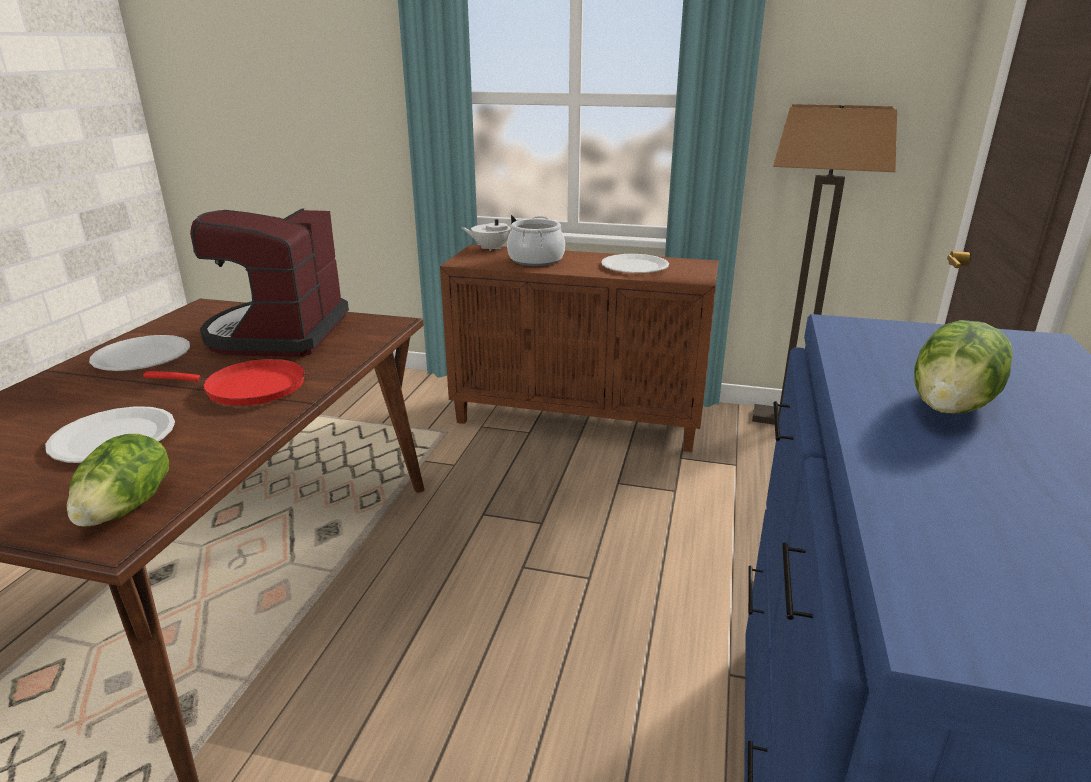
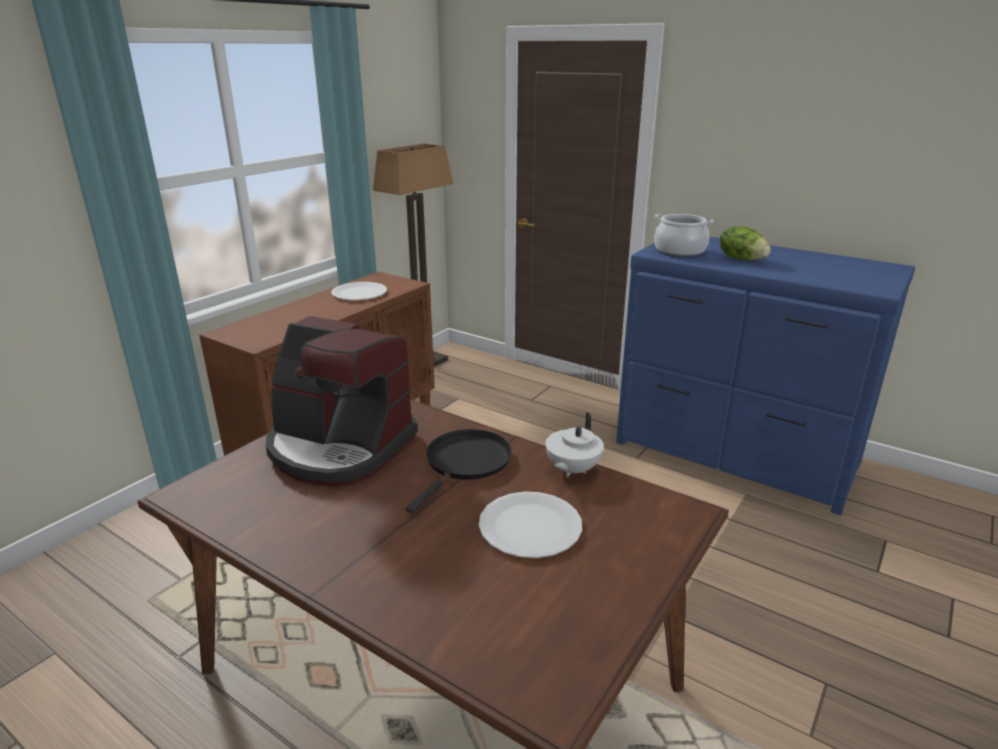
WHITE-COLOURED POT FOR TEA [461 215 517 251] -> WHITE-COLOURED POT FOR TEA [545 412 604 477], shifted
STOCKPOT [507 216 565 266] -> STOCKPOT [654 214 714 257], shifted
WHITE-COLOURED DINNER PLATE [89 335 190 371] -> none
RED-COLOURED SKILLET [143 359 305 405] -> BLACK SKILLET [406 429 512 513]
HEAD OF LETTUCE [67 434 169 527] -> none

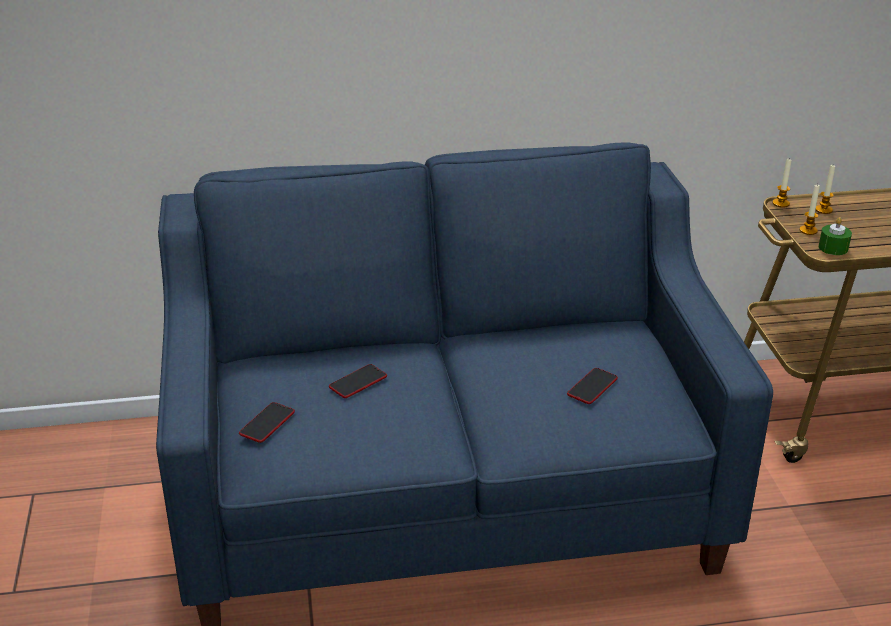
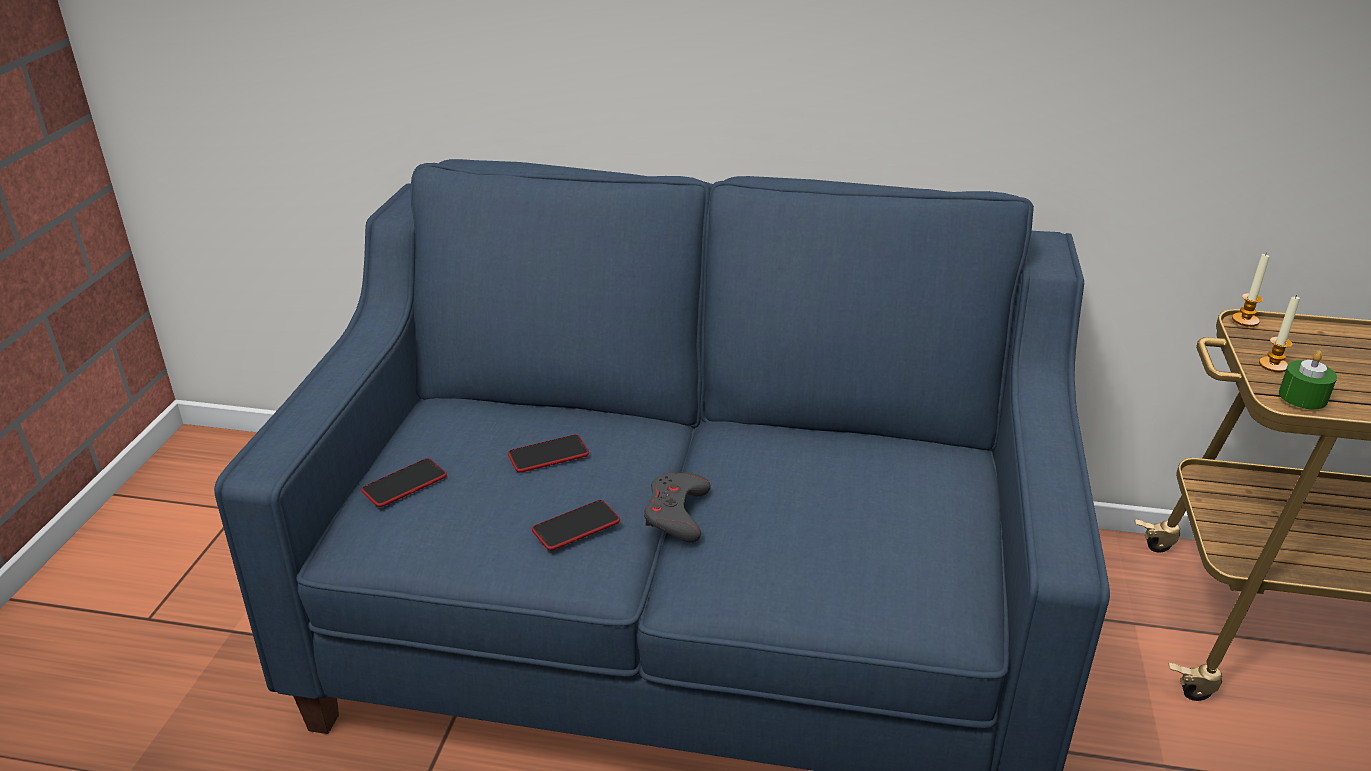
WAX CANDLE [815 165 835 214] -> none
HANDSET [567 368 618 404] -> HANDSET [532 500 620 550], shifted
none -> GREYISH GAMEPAD [644 473 711 542]

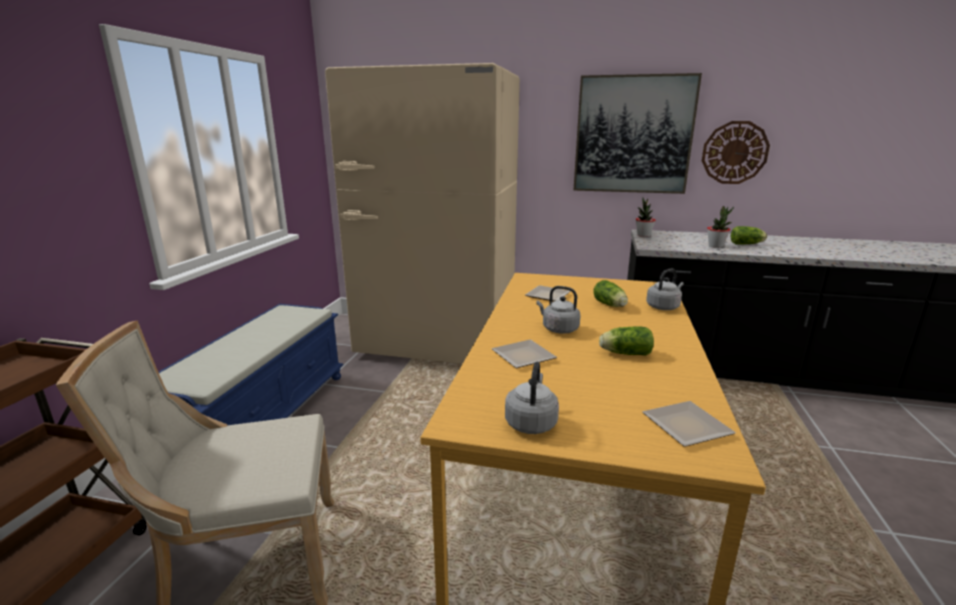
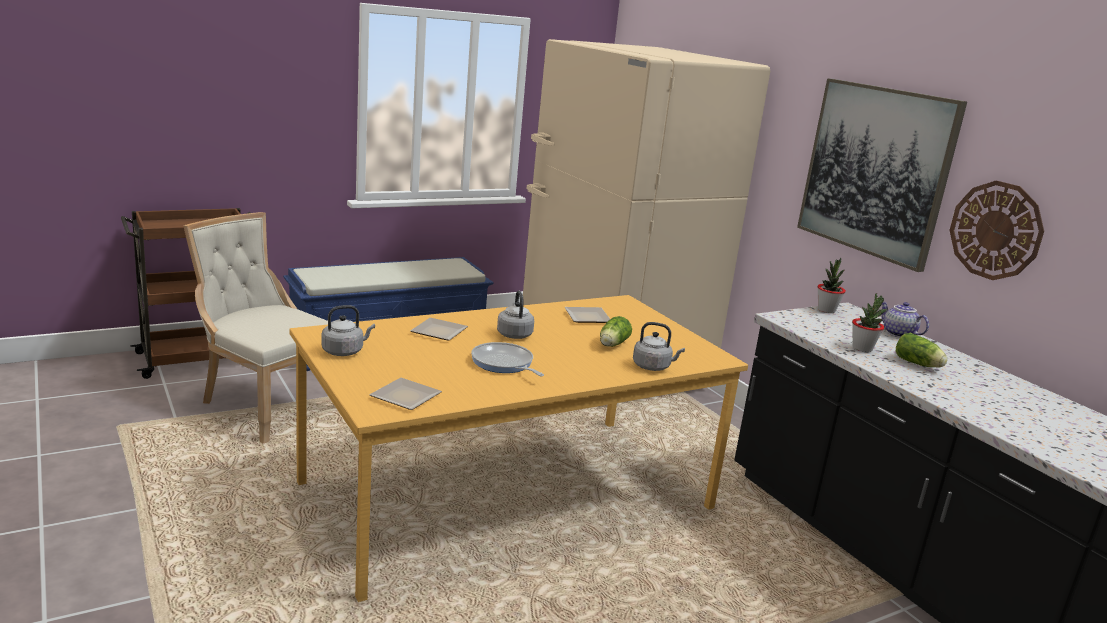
HEAD OF LETTUCE [599 326 654 356] -> SKILLET [471 342 544 376]
none -> POT FOR TEA [882 302 929 337]

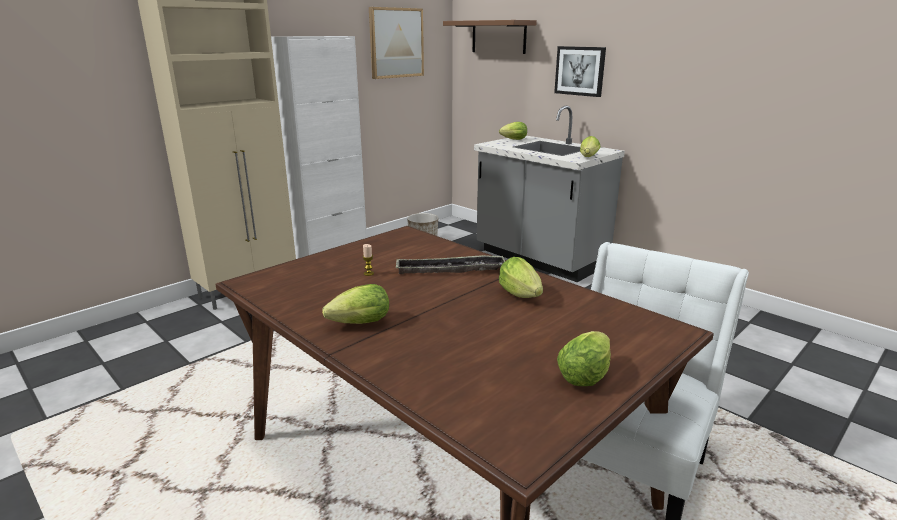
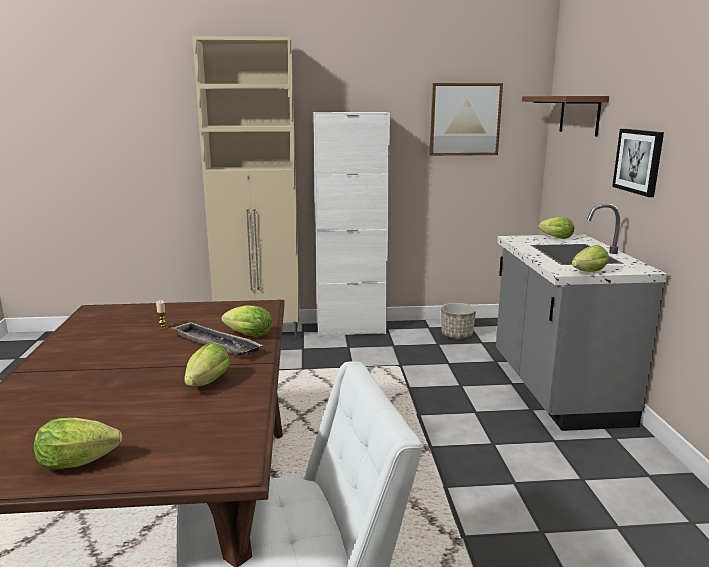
HEAD OF LETTUCE [322 284 389 324] -> HEAD OF LETTUCE [221 305 272 337], shifted

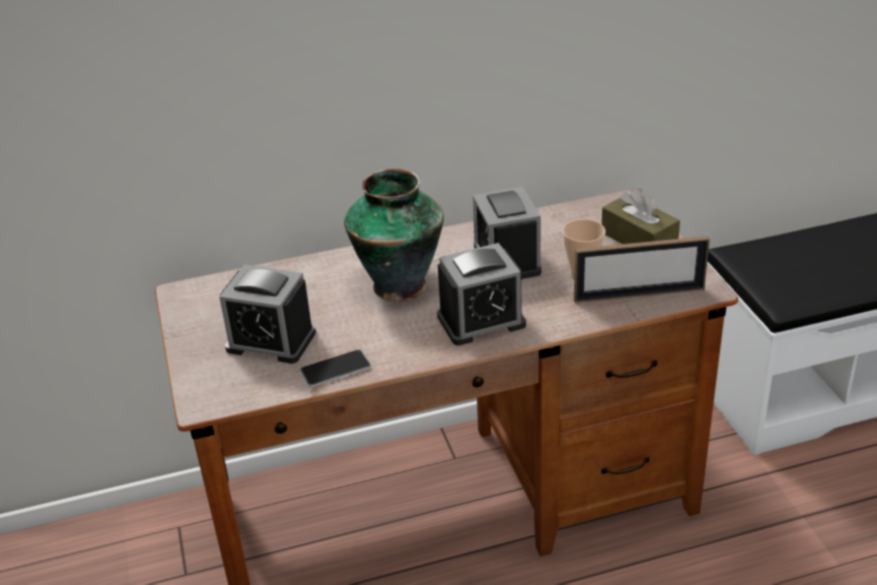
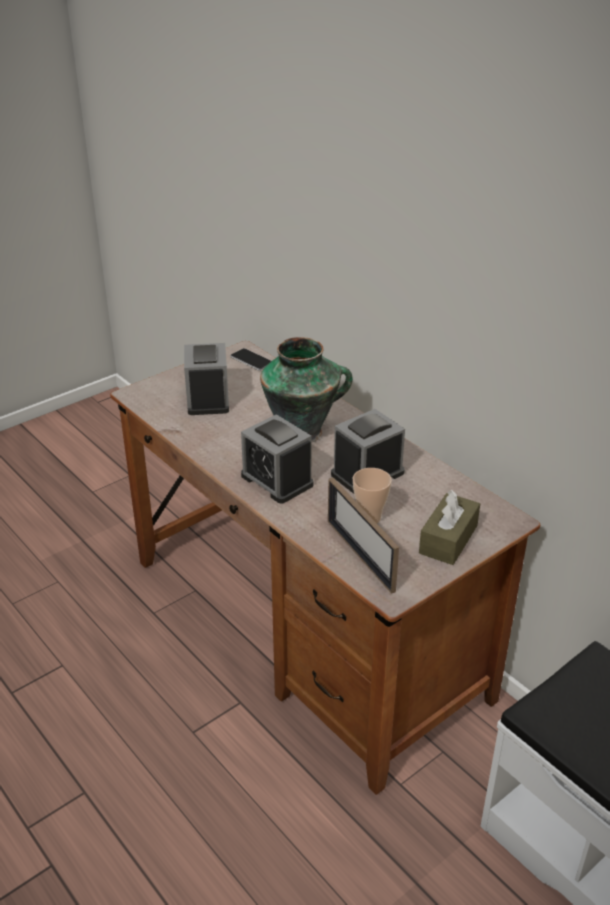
HANDSET [300 350 371 387] -> HANDSET [230 348 271 371], shifted

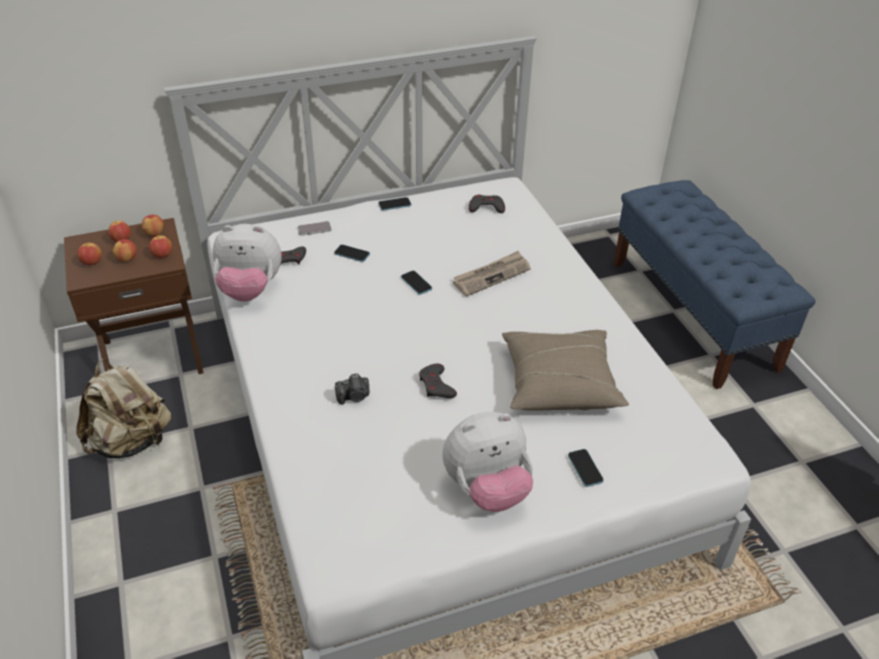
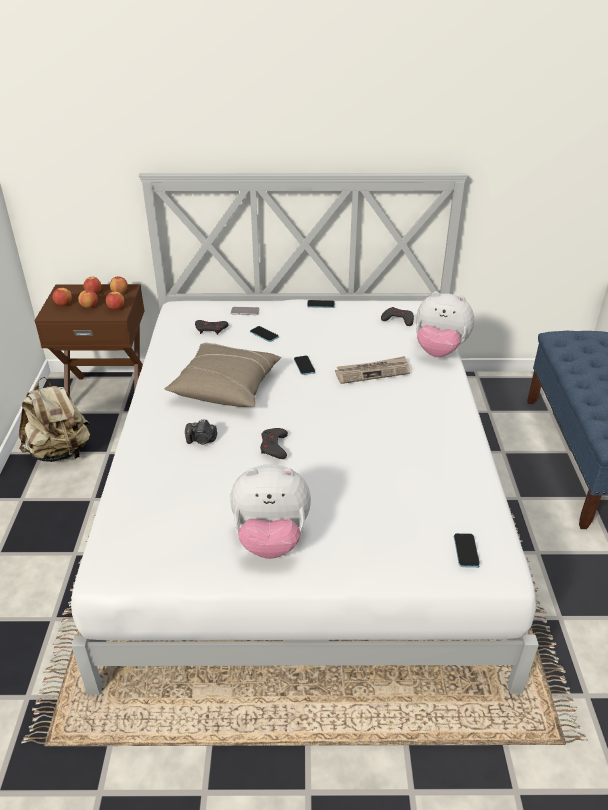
SOFT TOY [212 224 282 302] -> SOFT TOY [416 291 474 357], shifted
SAND-COLOURED PILLOW [502 330 629 411] -> SAND-COLOURED PILLOW [165 343 281 407], shifted
HANDSET [568 449 604 487] -> HANDSET [454 533 480 568], shifted

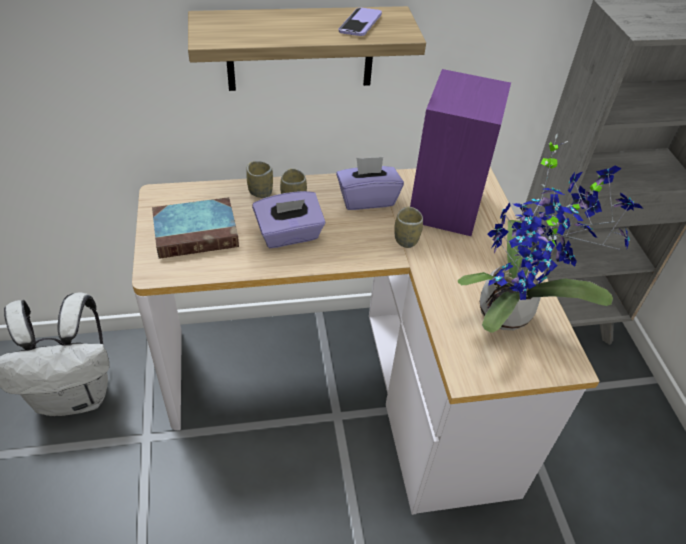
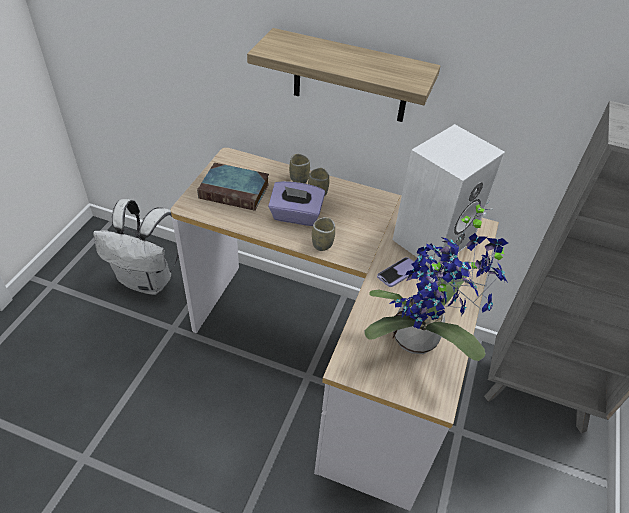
HANDSET [339 8 382 36] -> HANDSET [377 257 415 287], shifted
PURPLISH LOUDSPEAKER [410 69 511 236] -> WHITE-COLOURED LOUDSPEAKER [393 124 505 267]
PURPLISH BOX OF TISSUES [336 157 404 210] -> none
CUP [394 207 423 248] -> CUP [312 217 335 251], shifted

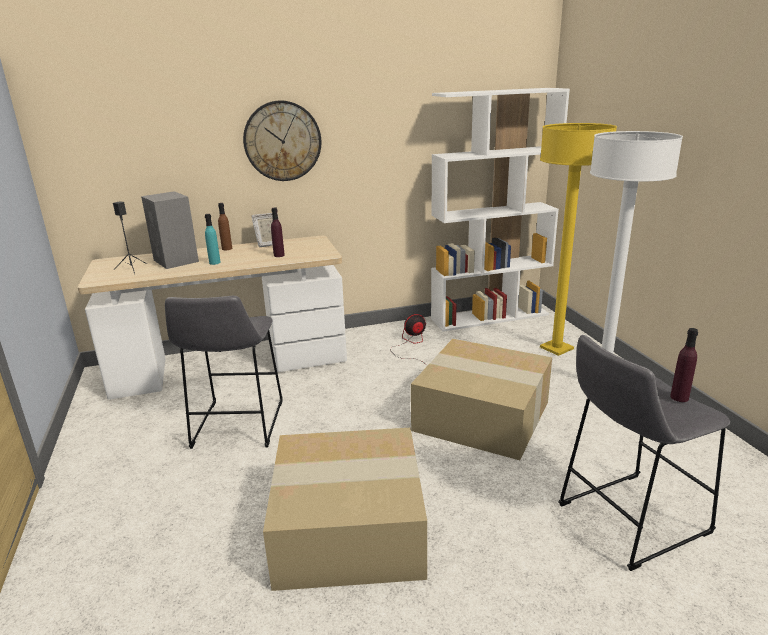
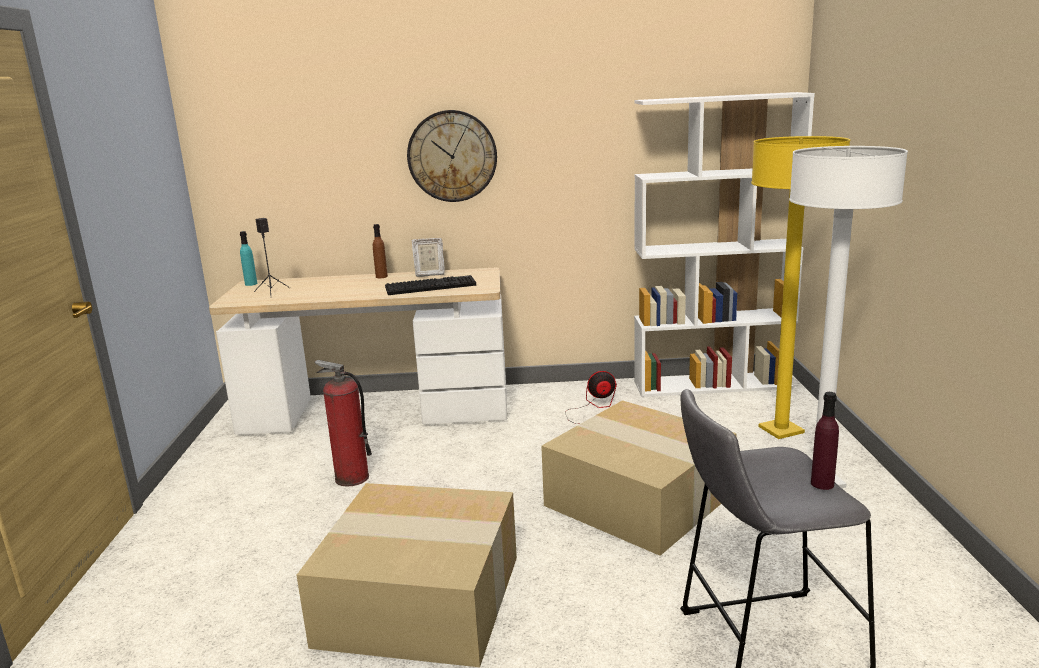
GREYISH LOUDSPEAKER [141 191 199 269] -> none
PURPLISH DRINK BOTTLE [271 208 285 257] -> COMPUTER KEYBOARD [385 275 476 295]
BLUE-GREEN DRINK BOTTLE [205 214 221 265] -> BLUE-GREEN DRINK BOTTLE [240 231 257 286], shifted
GREYISH STOOL [165 296 283 449] -> FIRE-FIGHTING CYLINDER [314 360 372 487]

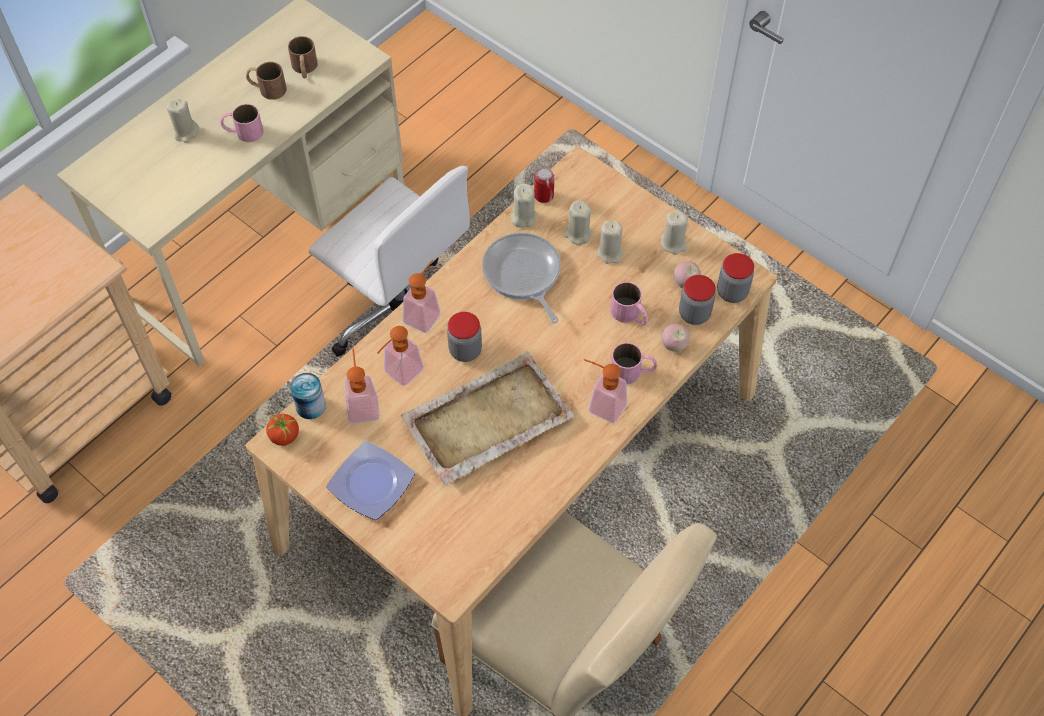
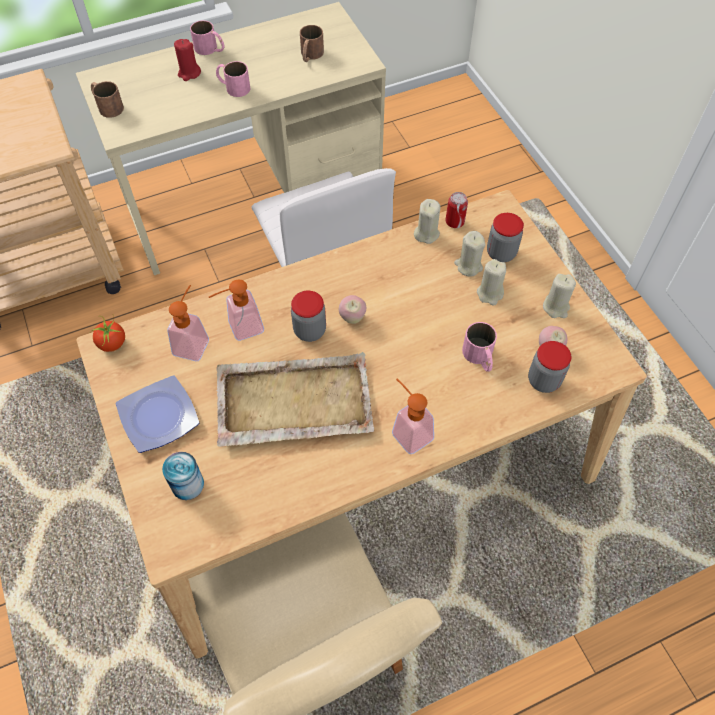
BROWN COFFEE MUG [246 62 287 100] -> BROWN COFFEE MUG [91 81 124 118], shifted
SAND-COLOURED WAX CANDLE [167 99 199 143] -> RED-COLOURED WAX CANDLE [174 39 201 81]
SKILLET [482 233 561 324] -> none
PRESERVE JAR [717 253 754 303] -> PRESERVE JAR [487 213 524 262], shifted
SOAP DISPENSER [403 260 441 333] -> none
APPLE FRUIT [662 324 690 352] -> APPLE FRUIT [339 295 366 324], shifted
PINK COFFEE MUG [611 343 657 384] -> PINK COFFEE MUG [190 20 225 55], shifted
METAL CAN [290 373 326 419] -> METAL CAN [162 452 204 500], shifted

